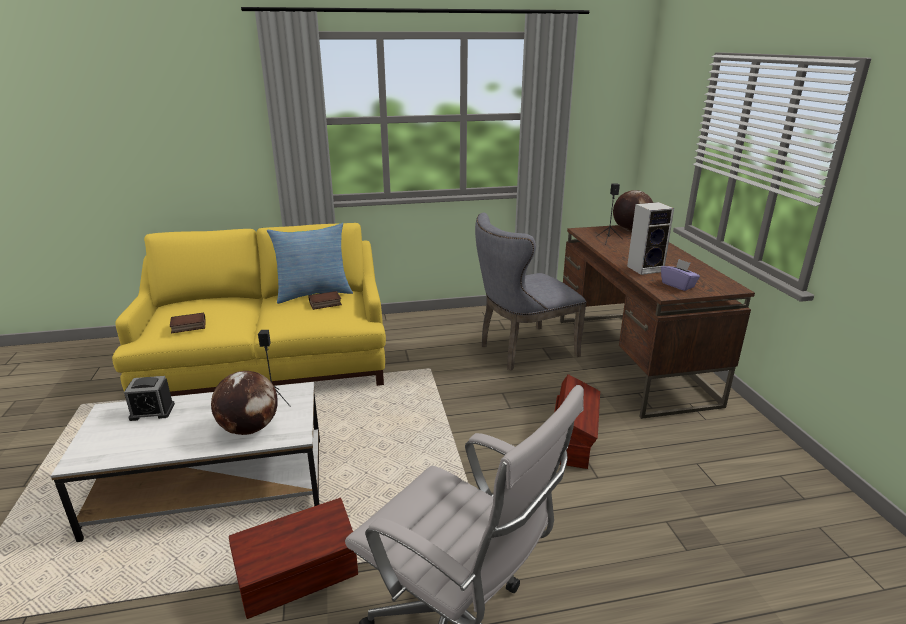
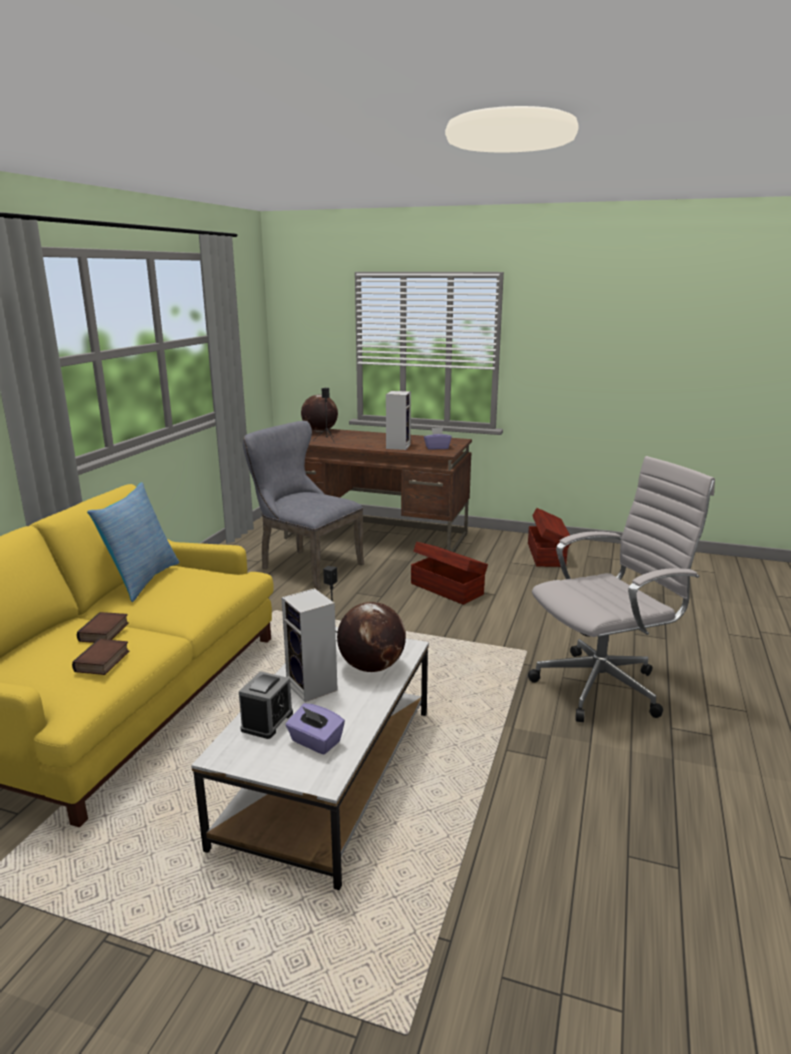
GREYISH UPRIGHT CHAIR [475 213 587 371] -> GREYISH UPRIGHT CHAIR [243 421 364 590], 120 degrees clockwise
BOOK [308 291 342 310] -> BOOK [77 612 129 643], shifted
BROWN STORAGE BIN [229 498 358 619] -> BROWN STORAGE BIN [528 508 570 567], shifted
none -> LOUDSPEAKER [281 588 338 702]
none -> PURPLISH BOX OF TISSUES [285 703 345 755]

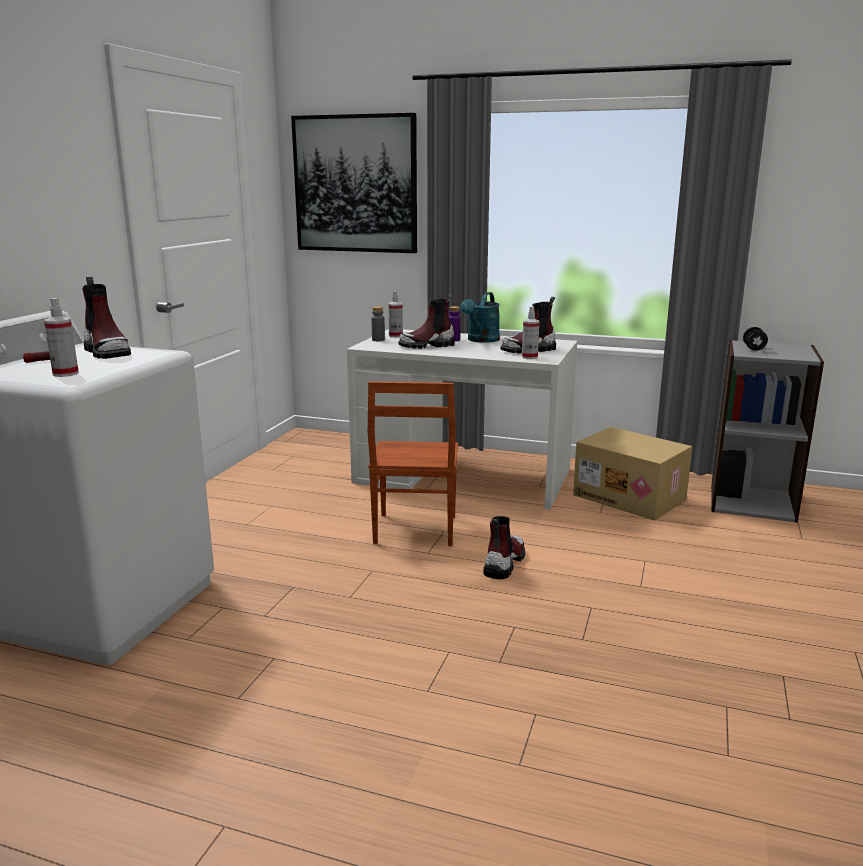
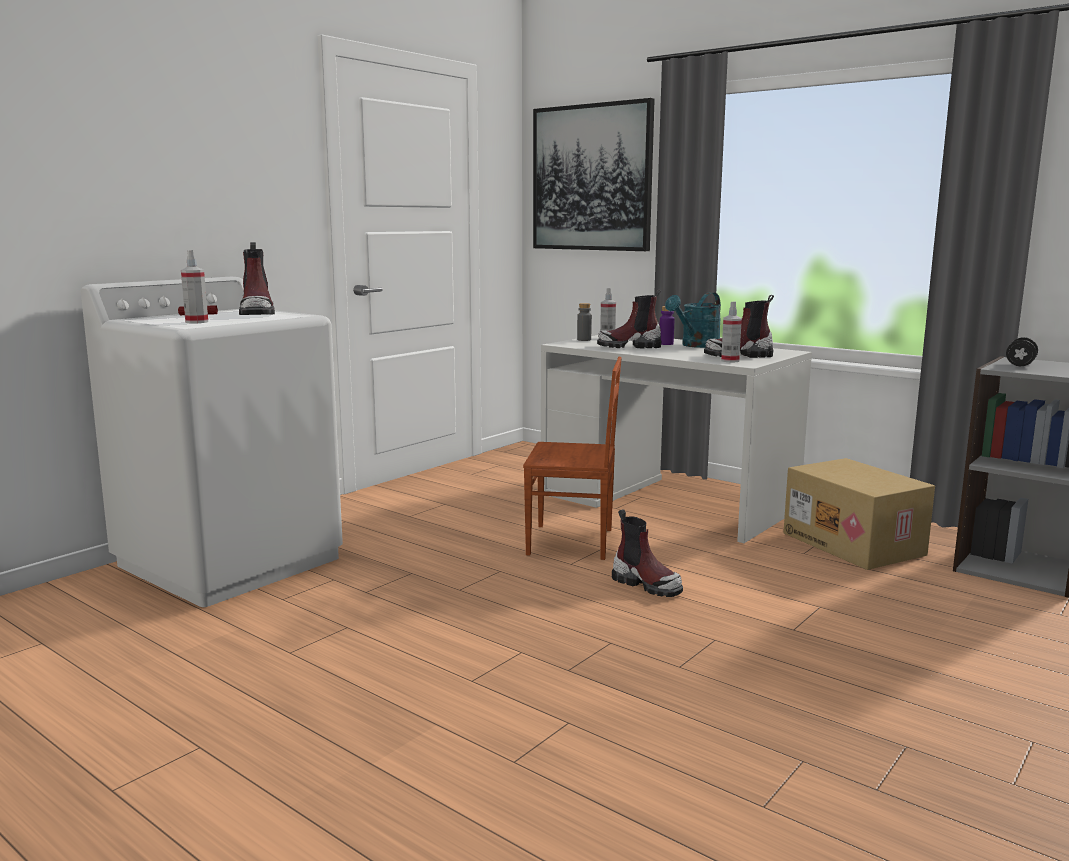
BROWN UPRIGHT CHAIR [368 381 458 546] -> BROWN UPRIGHT CHAIR [523 357 622 560], 105 degrees counterclockwise
TALL BOOT [483 516 525 579] -> TALL BOOT [612 509 683 597], 90 degrees clockwise

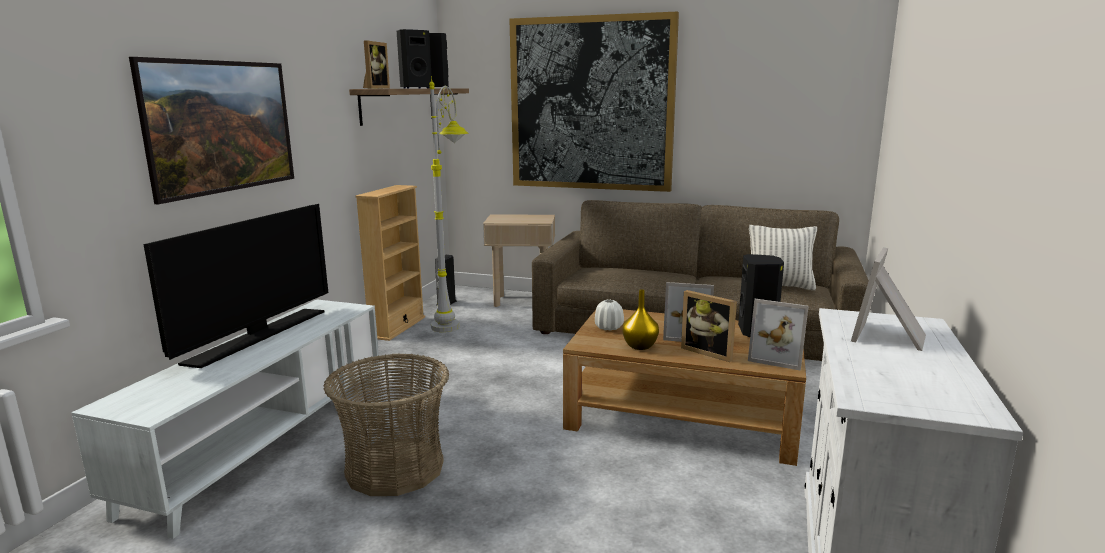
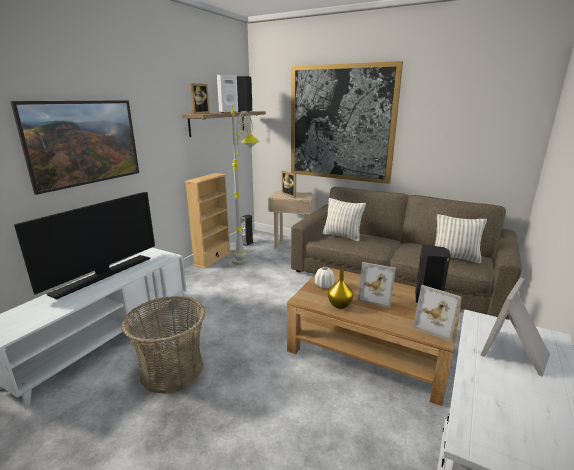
BLACK LOUDSPEAKER [397 29 432 89] -> WHITE-COLOURED LOUDSPEAKER [217 75 238 113]
PICTURE FRAME [681 290 737 362] -> PICTURE FRAME [282 171 296 198], shifted
none -> PILLOW [322 198 366 242]

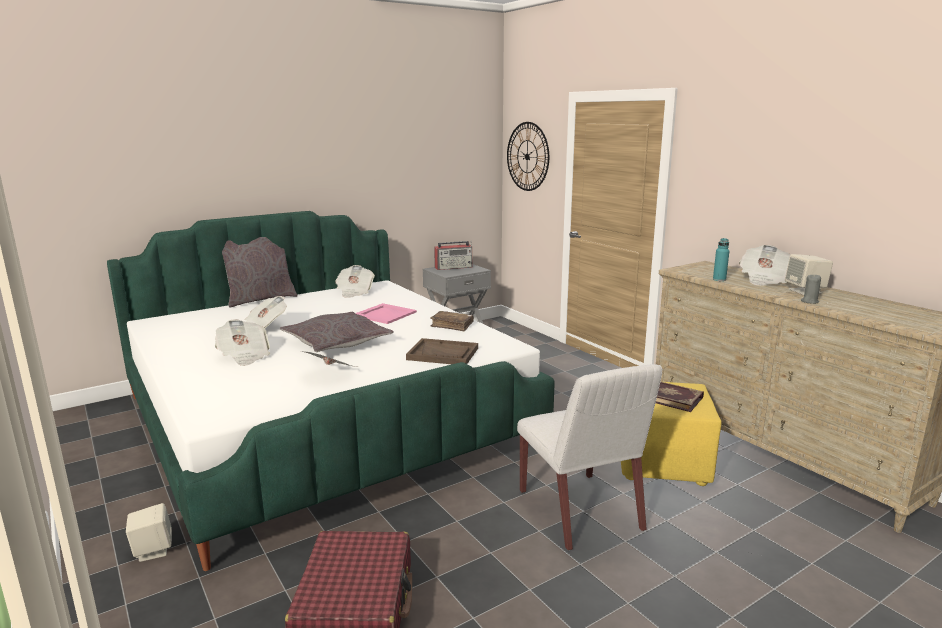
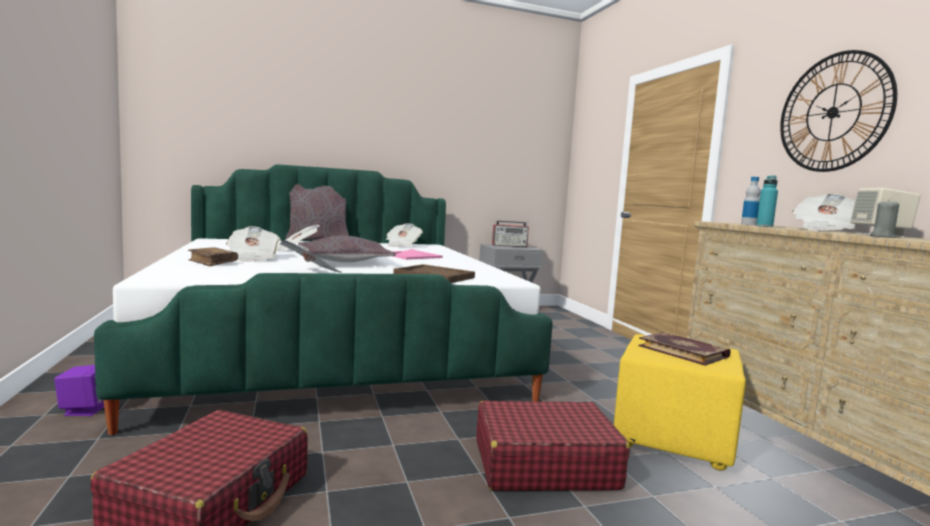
WALL CLOCK [507 122 549 191] -> WALL CLOCK [780 50 897 172], shifted
BROWN BOOK [430 311 474 331] -> BROWN BOOK [188 247 238 267], shifted
WHITE-COLOURED UPRIGHT CHAIR [517 364 662 551] -> RED-COLOURED PIECE OF LUGGAGE [476 401 630 491]
SAND-COLOURED LOUDSPEAKER [126 503 172 562] -> PURPLISH LOUDSPEAKER [54 365 104 416]
none -> DRINK BOTTLE [741 177 761 225]

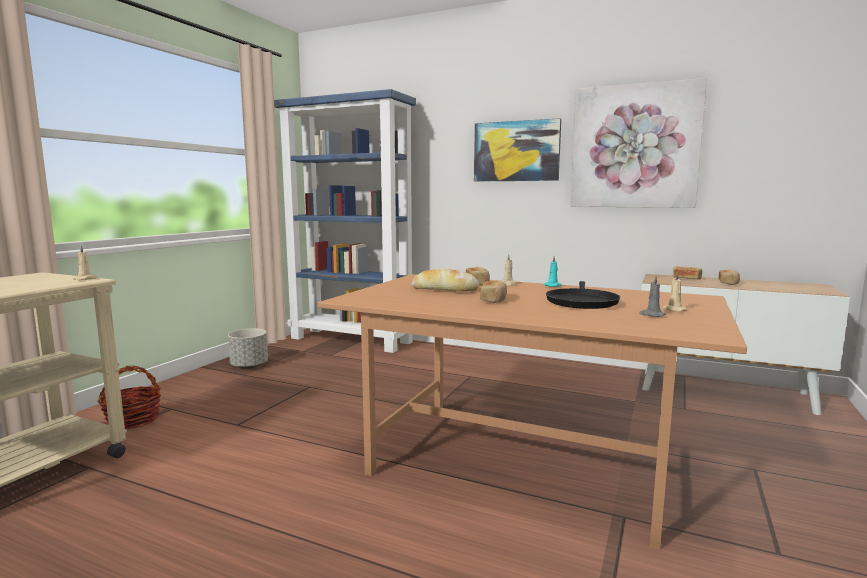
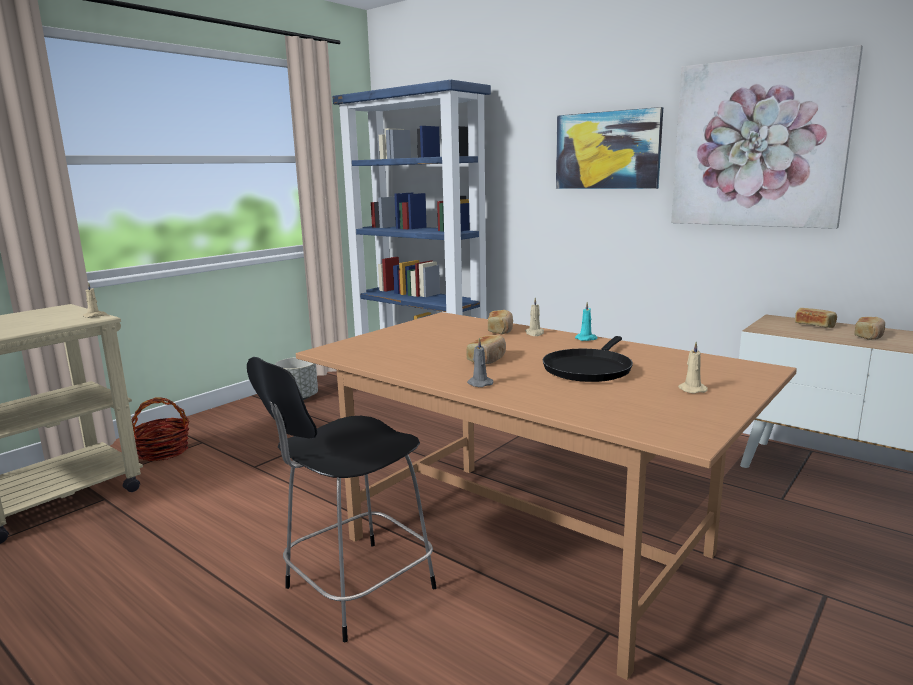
BAKED BREAD [412 269 479 291] -> none
GREYISH WAX CANDLE [639 275 666 317] -> GREYISH WAX CANDLE [467 338 494 387], shifted
none -> BLACK UPRIGHT CHAIR [247 357 437 642]

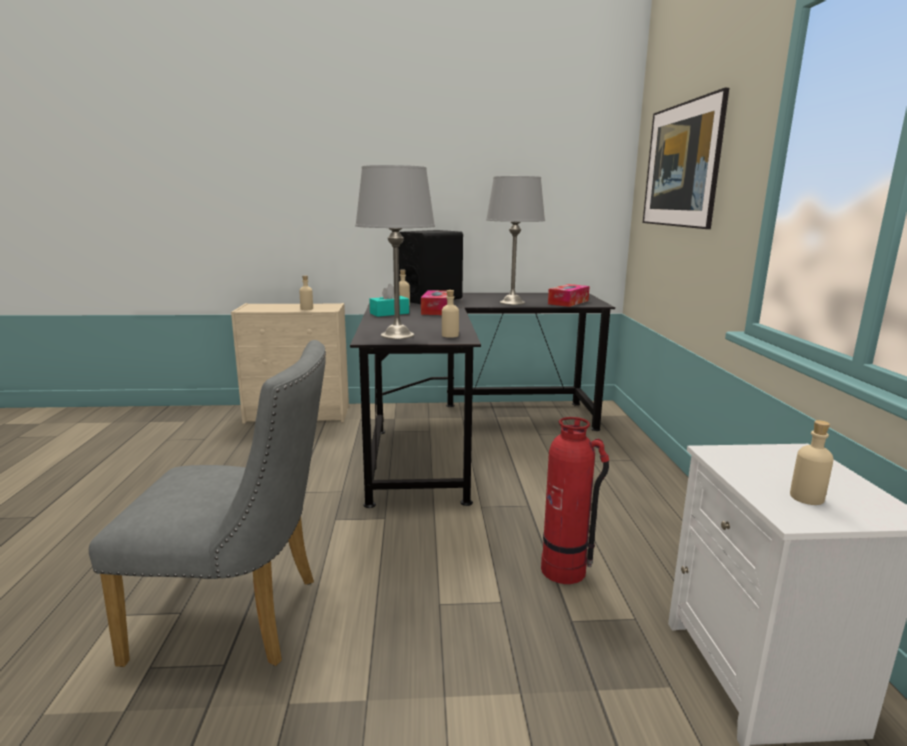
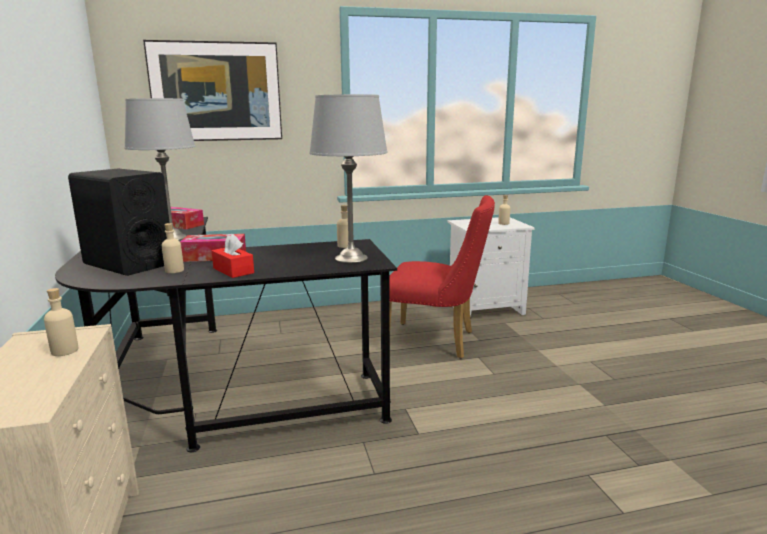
BLUE-GREEN BOX OF TISSUES [369 284 409 317] -> RED-COLOURED BOX OF TISSUES [212 234 254 278]
GREYISH UPRIGHT CHAIR [89 340 326 667] -> none
FIRE-FIGHTING CYLINDER [541 417 609 584] -> RED-COLOURED UPRIGHT CHAIR [389 195 495 359]

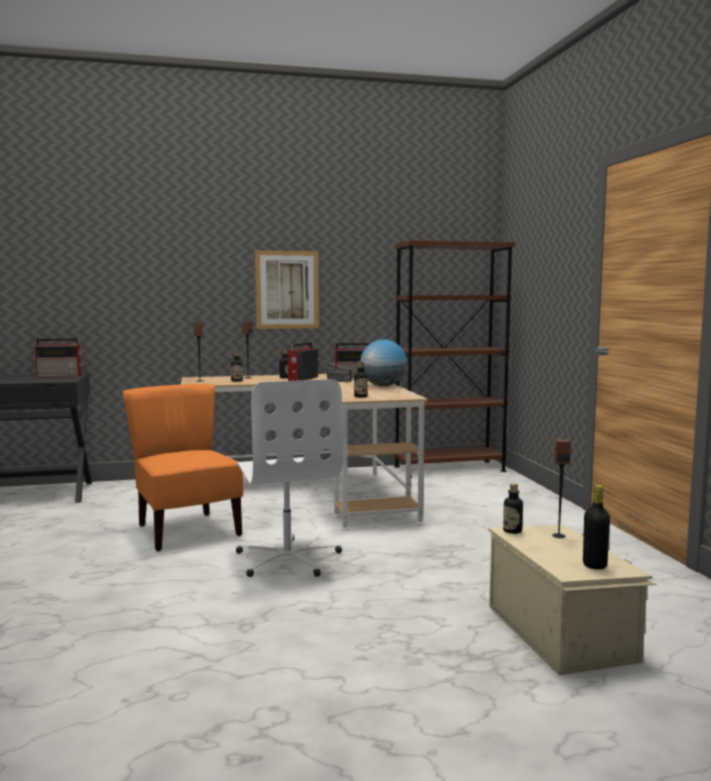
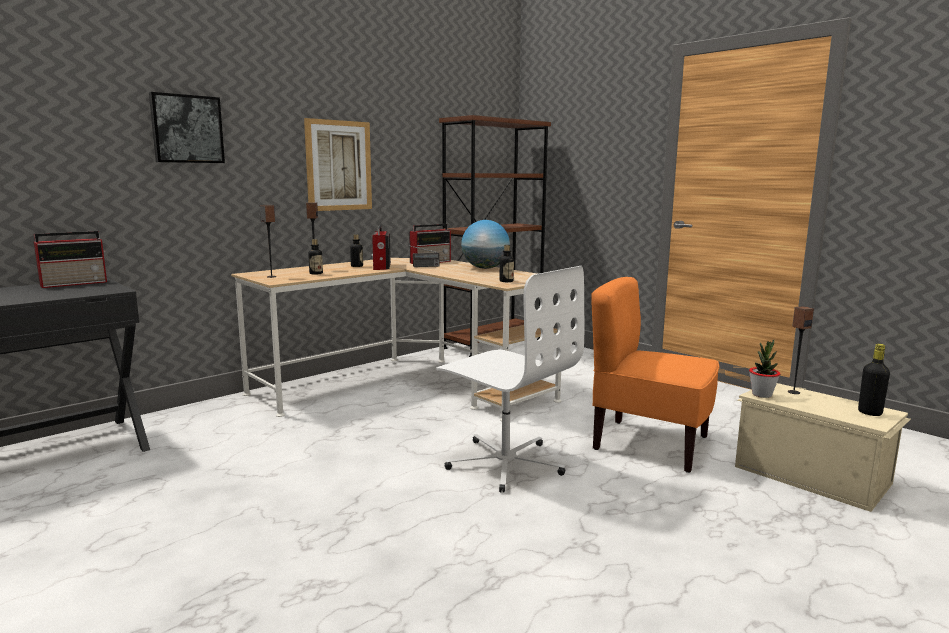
ORANGE-COLOURED UPRIGHT CHAIR [123 384 243 551] -> ORANGE-COLOURED UPRIGHT CHAIR [591 277 720 473], shifted
DRINK BOTTLE [503 483 523 534] -> PLANT IN A POT [749 339 780 398]
none -> PICTURE [149 92 225 163]

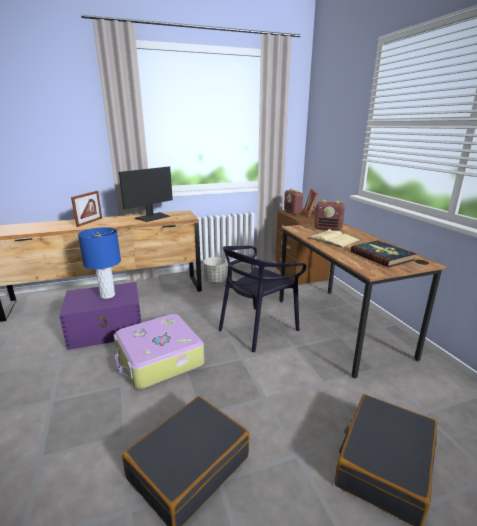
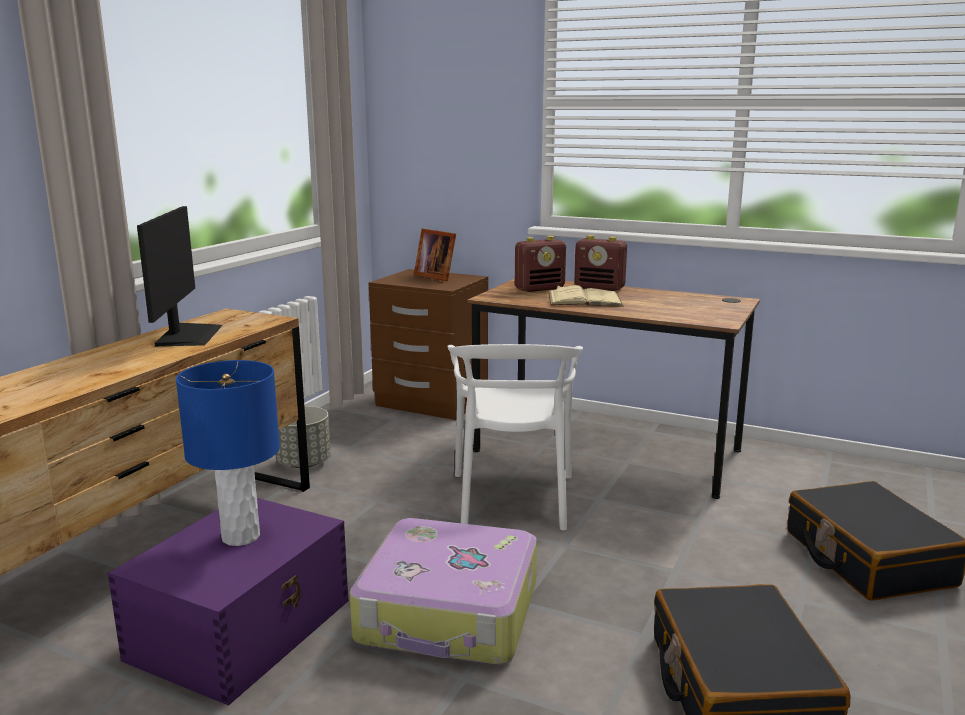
RADIO SET [284 189 304 215] -> RADIO SET [574 235 627 291], shifted
PICTURE FRAME [71 191 102 227] -> none
BOOK [351 241 416 267] -> none
BLACK UPRIGHT CHAIR [219 246 306 352] -> WHITE-COLOURED UPRIGHT CHAIR [447 344 583 531]

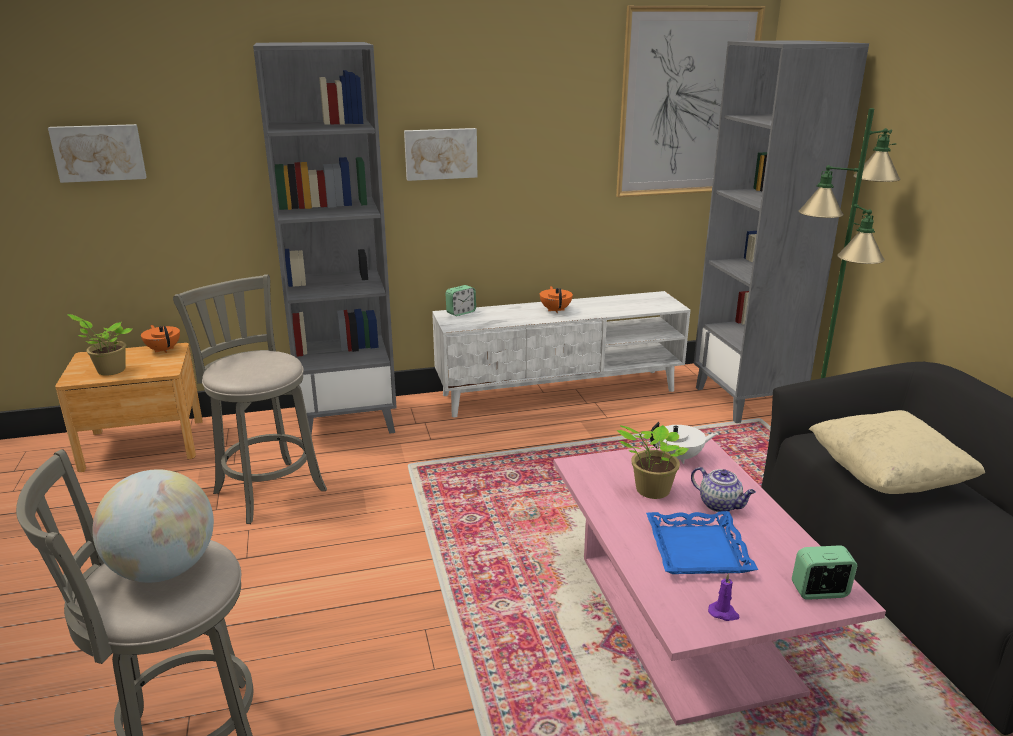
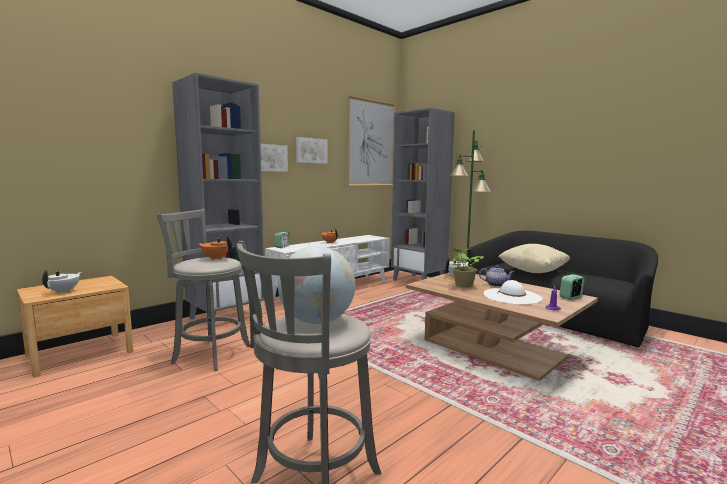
PICTURE [48 124 147 183] -> PICTURE [296 137 328 164], shifted
PLANT IN A POT [67 314 132 375] -> WHITE-COLOURED POT FOR TEA [42 270 81 294]
ORANGE-COLOURED POT FOR TEA [141 325 180 353] -> ORANGE-COLOURED POT FOR TEA [198 235 232 260], shifted
PINK COFFEE TABLE [554 439 886 726] -> BROWN COFFEE TABLE [406 273 598 381]
BLUE-COLOURED TRAY [646 511 758 574] -> WHITE-COLOURED HAT [483 280 543 305]

